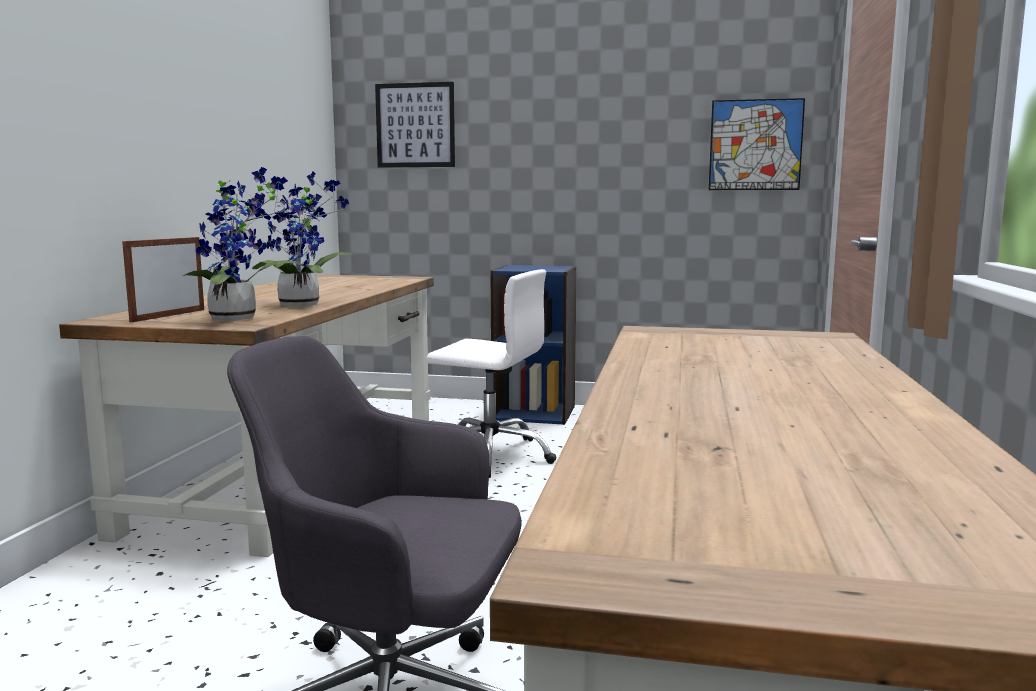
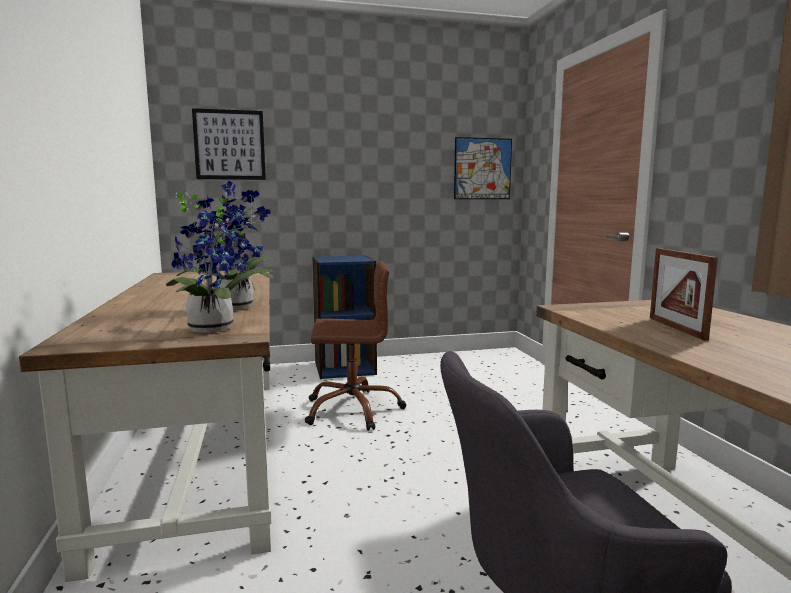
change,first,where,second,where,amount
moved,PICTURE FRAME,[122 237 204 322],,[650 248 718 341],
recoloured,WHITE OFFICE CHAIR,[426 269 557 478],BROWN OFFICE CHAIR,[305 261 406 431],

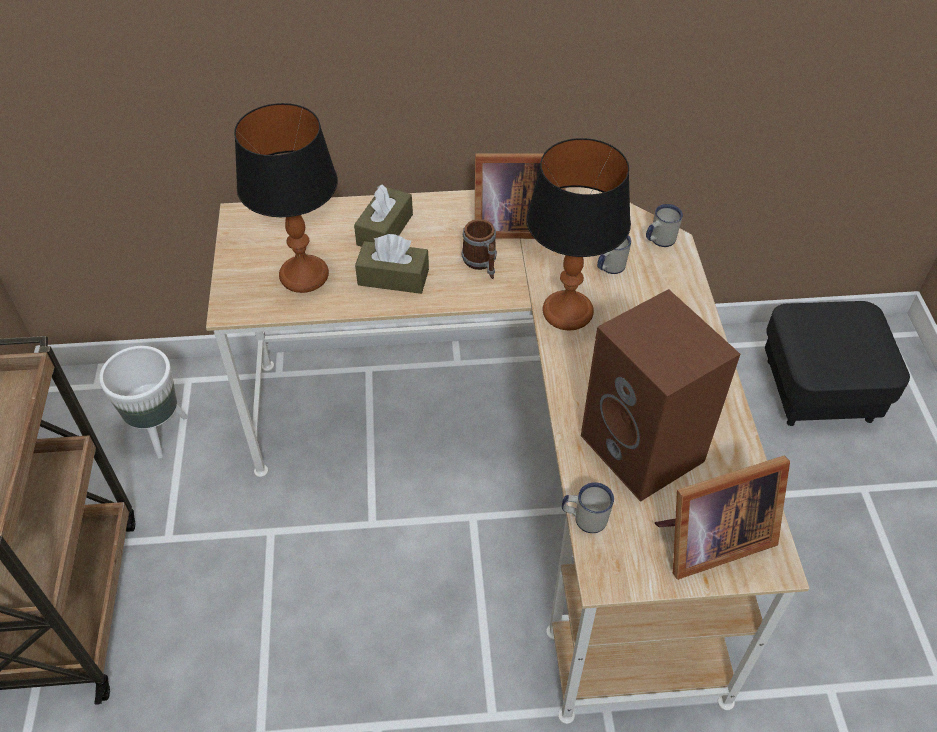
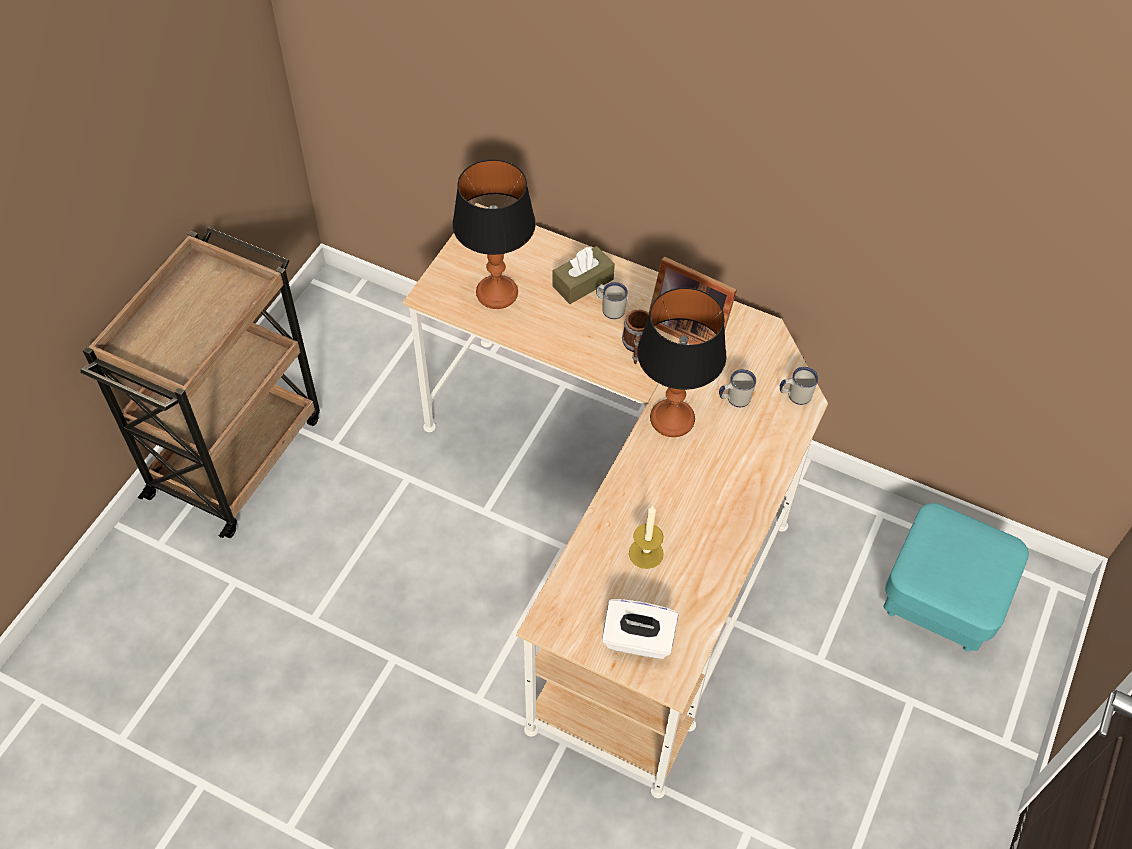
change,first,where,second,where,amount
removed,WHITE PLANTER,[99 346 188 459],,,
removed,BROWN TISSUE BOX,[355 234 429 294],,,
moved,WHITE MUG,[562 482 614 533],,[596 282 628 319],
replaced,BROWN SPEAKER,[581 289 740 502],CANDLE,[629 505 664 569],
replaced,PICTURE FRAME,[655 456 790 580],WHITE TISSUE BOX,[602 599 678 659],
recoloured,BLACK OTTOMAN,[765 301 910 426],TURQUOISE OTTOMAN,[884 503 1029 651],

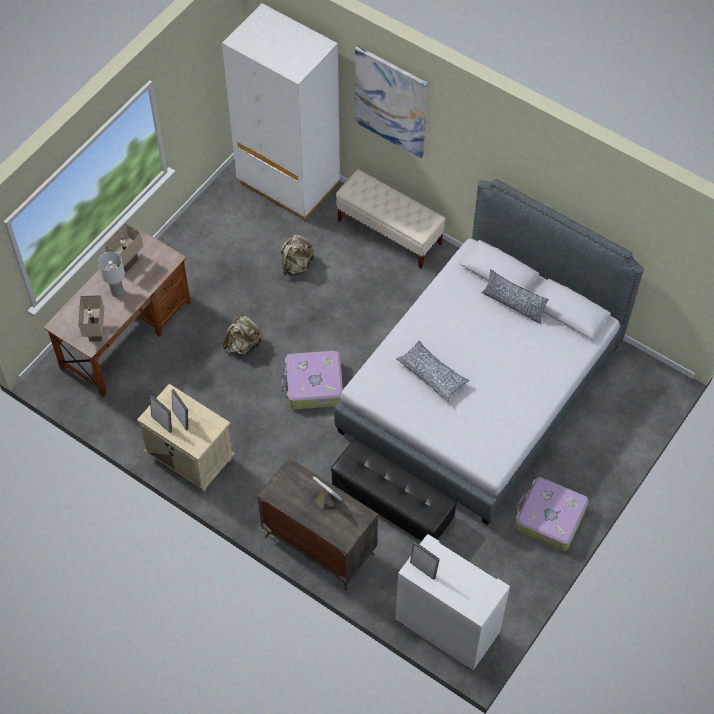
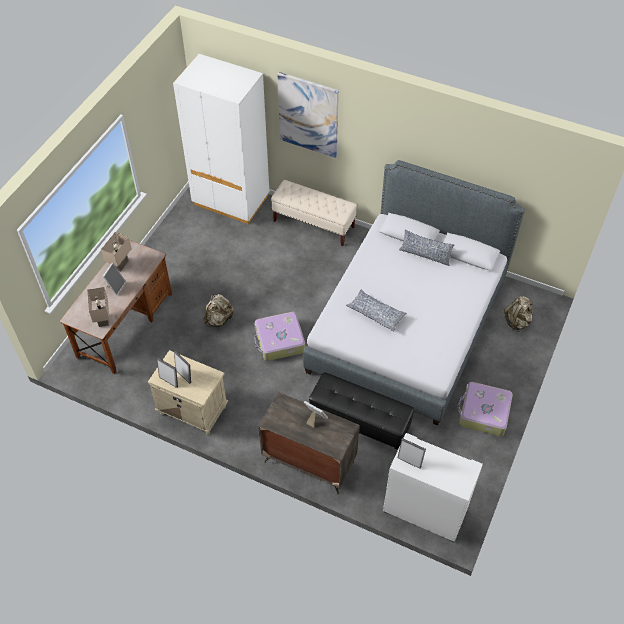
change,first,where,second,where,amount
replaced,WHITE TABLE LAMP,[98 251 125 297],PICTURE FRAME,[102 263 126 296],
moved,BEIGE BACKPACK,[281 235 314 277],,[504 296 533 332],

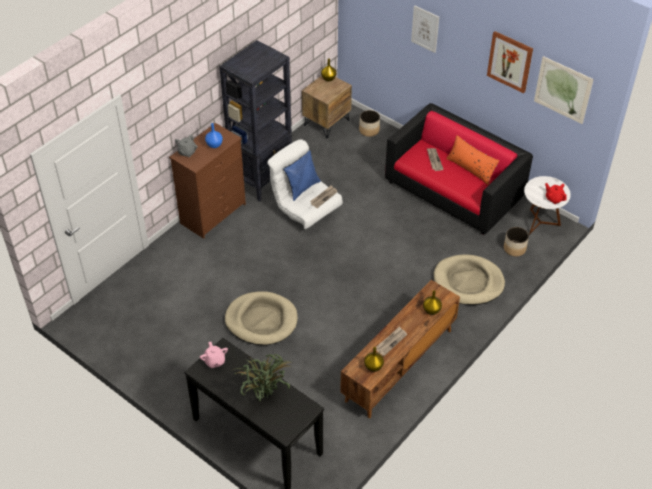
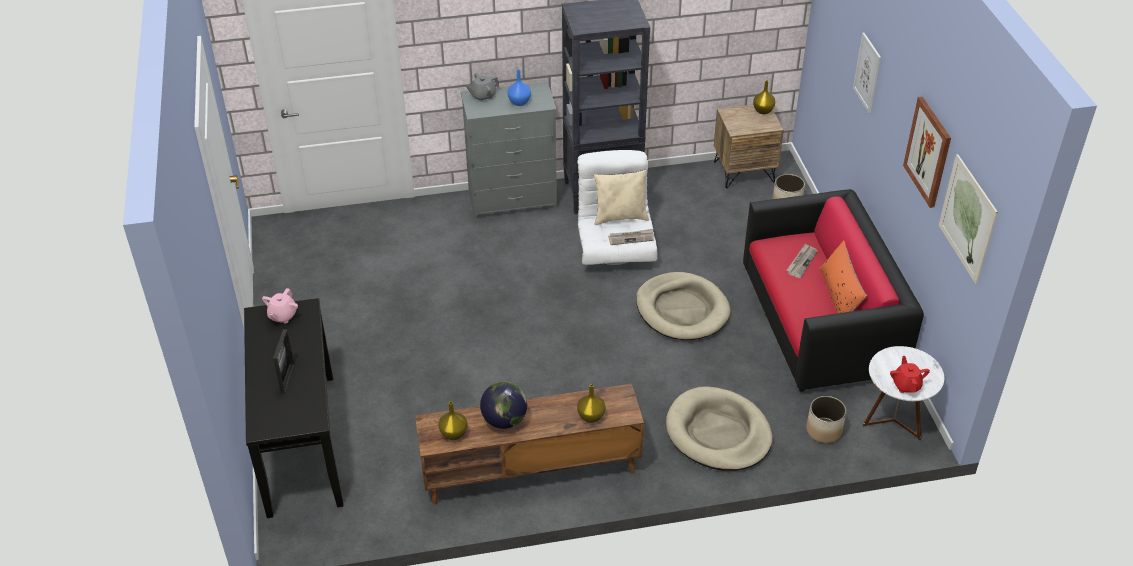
change,first,where,second,where,amount
recoloured,BROWN DRESSER,[169 123 246 239],GREY DRESSER,[461 82 557 220],
moved,BEIGE DOG BED,[225 291 298 345],,[636 272 730 340],
replaced,POTTED PLANT,[233 354 292 401],PICTURE FRAME,[273 329 295 393],
recoloured,BLUE PILLOW,[283 150 321 201],BEIGE PILLOW,[594 170 649 225],
replaced,NEWSPAPER,[376 326 407 356],GLOBE,[480 382 527 429],

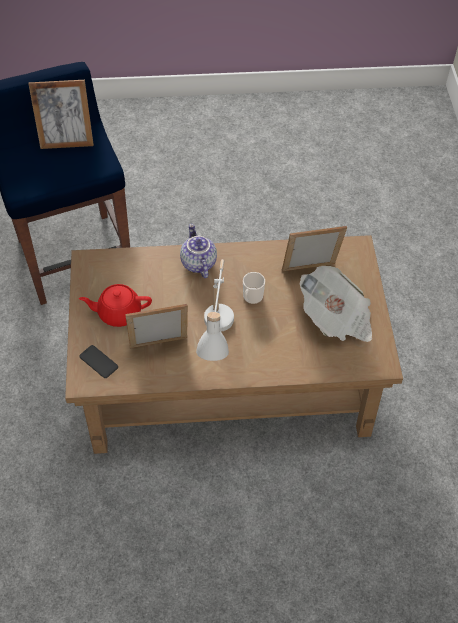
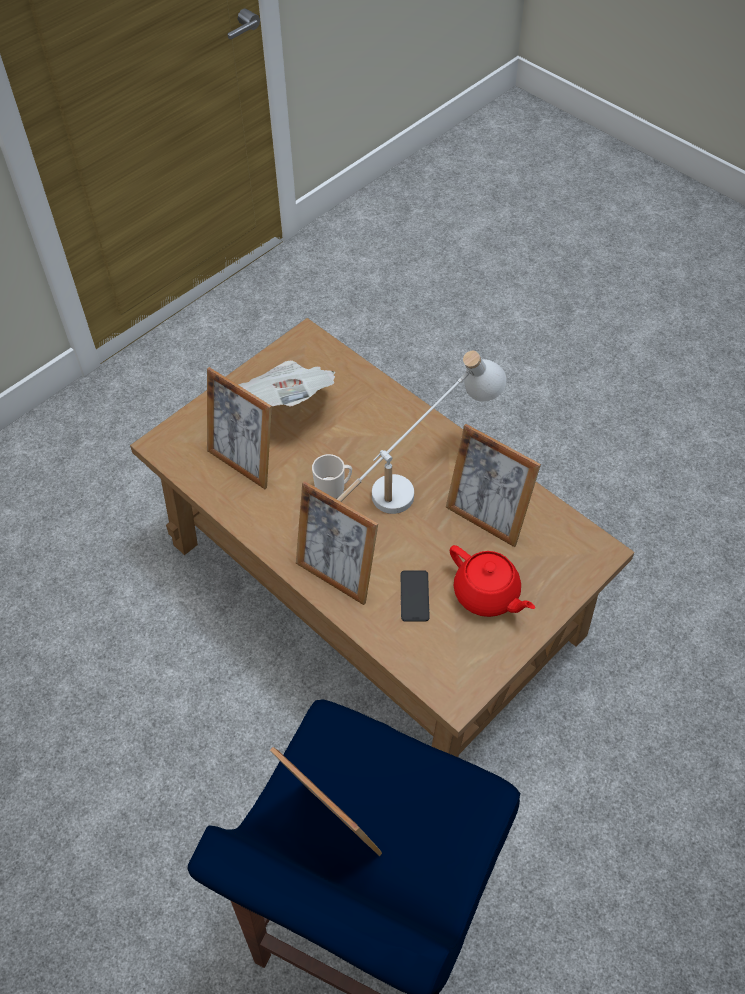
change,first,where,second,where,amount
moved,PHONE,[79 345 118 378],,[401 570 430 622],
replaced,TEAPOT,[180 224 217 278],PICTURE FRAME,[296 481 378 605],

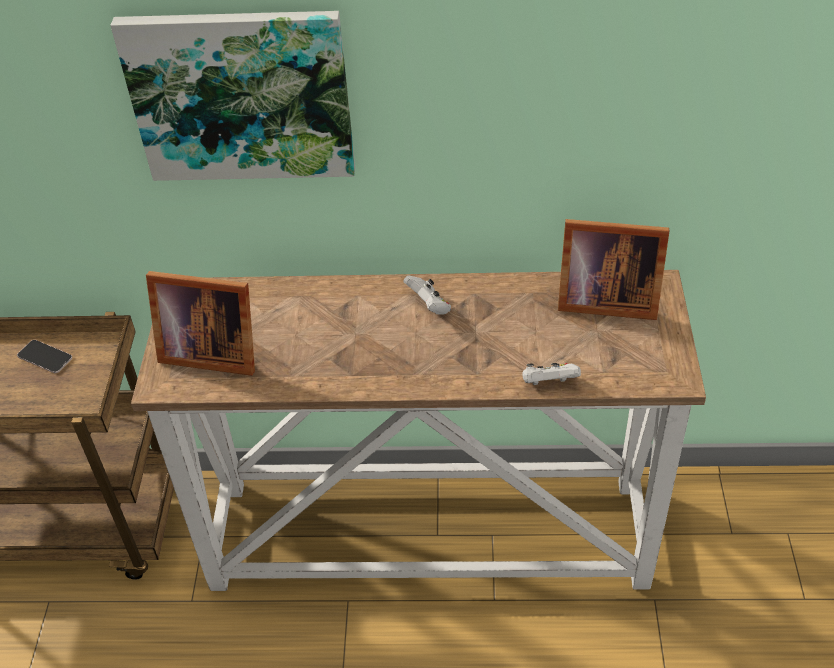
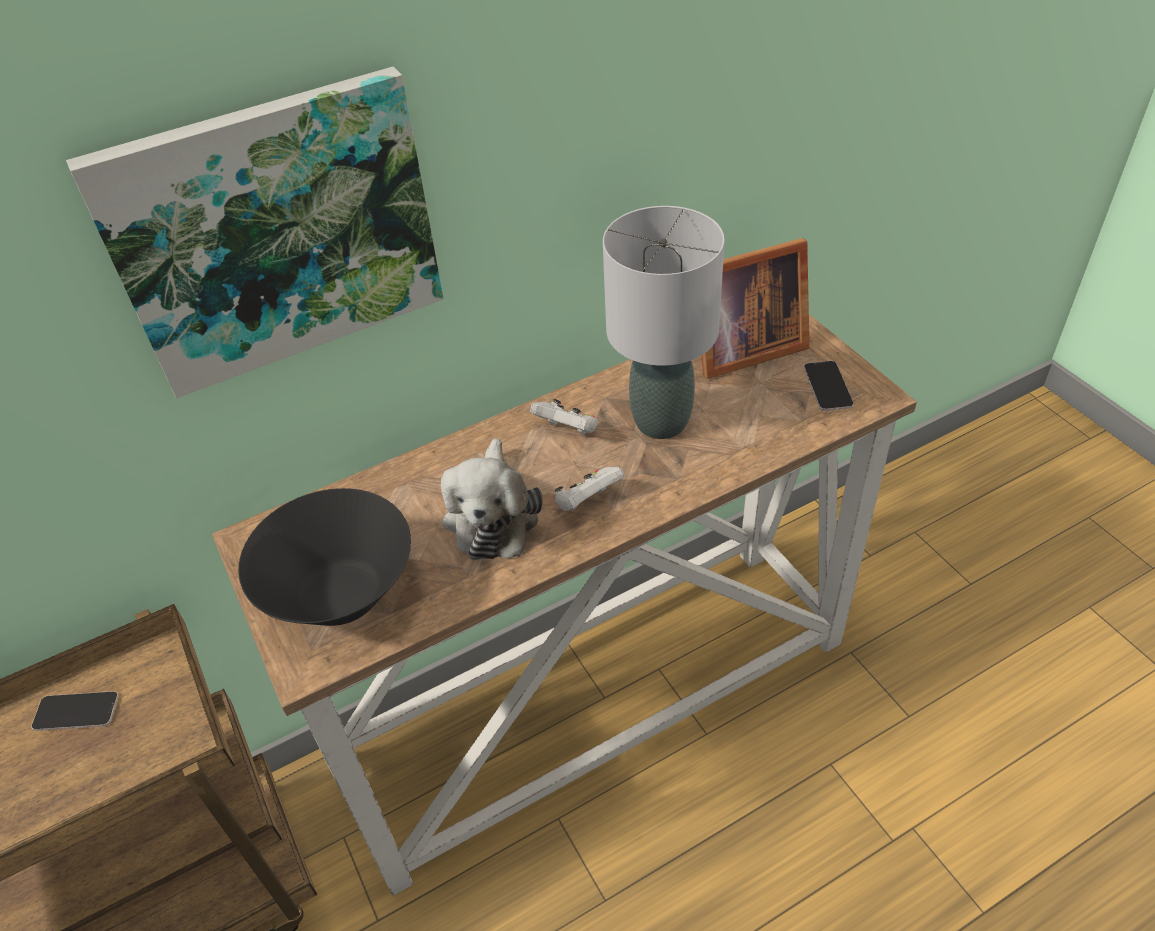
change,first,where,second,where,amount
replaced,PICTURE FRAME,[146 271 255 376],BLACK BOWL,[238 488 411 626],
moved,WHITE GAME CONTROLLER,[522 363 581 385],,[555 467 624 511],
added,,,PLUSH TOY,[441 438 543 560],
added,,,GREY TABLE LAMP,[603 206 725 439],
added,,,PHONE,[804 361 854 411],

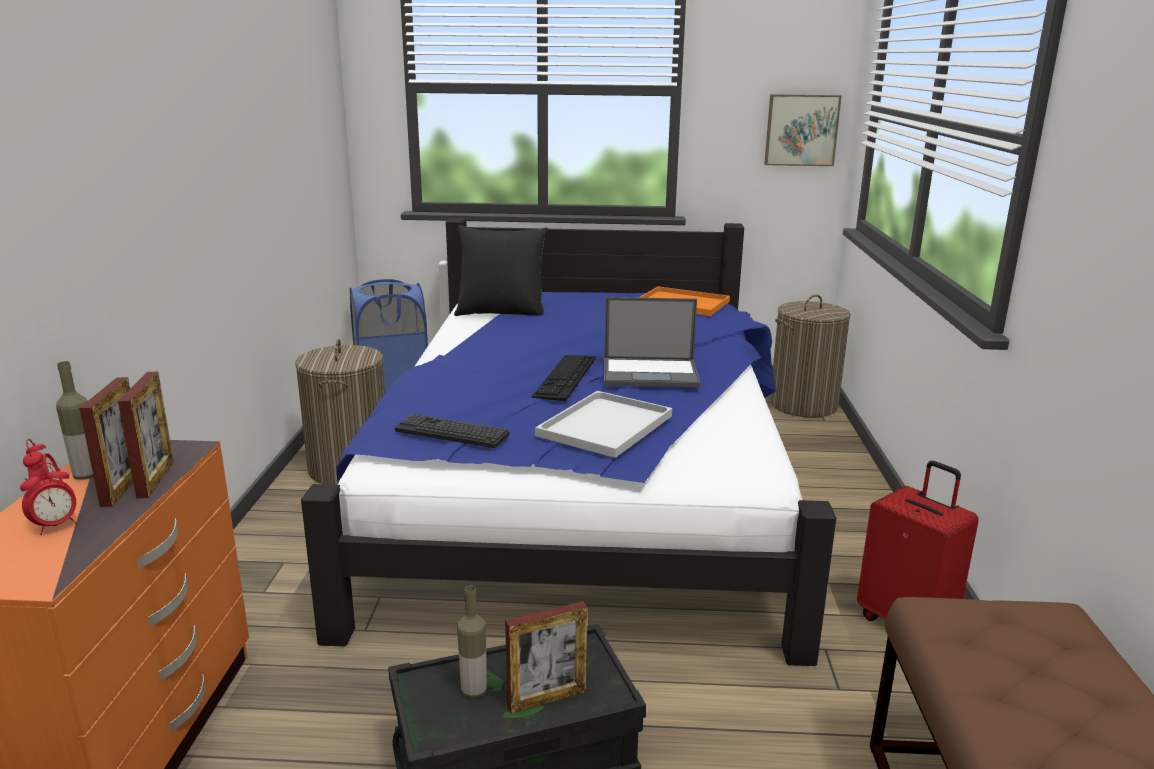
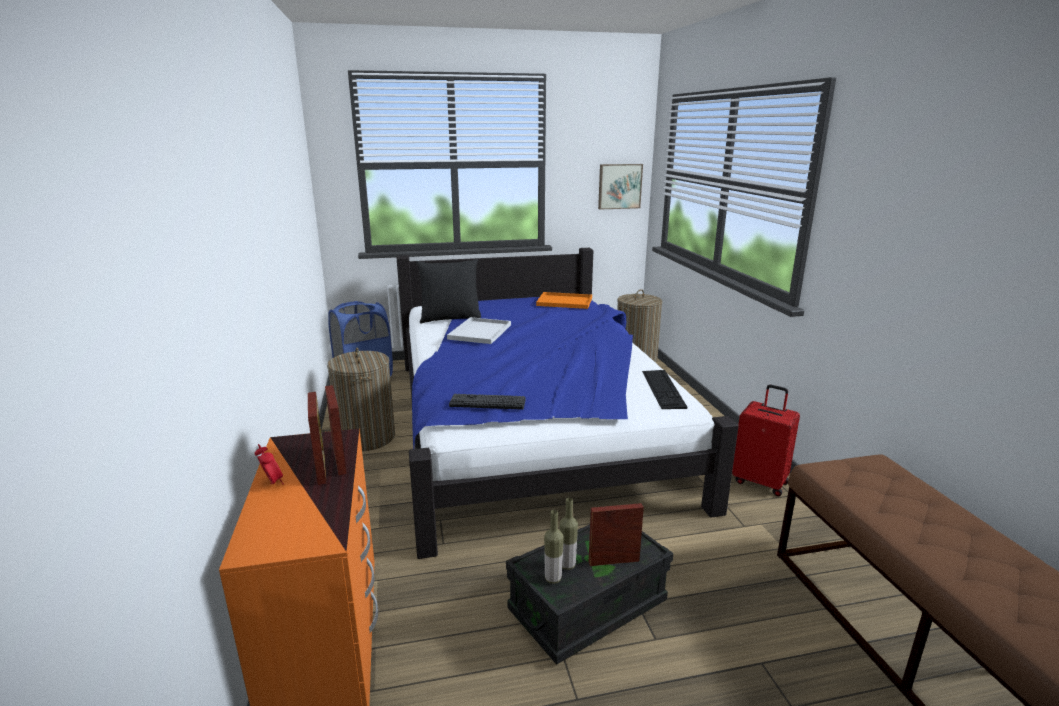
change,first,where,second,where,amount
removed,ALARM CLOCK,[20 462 77 535],,,
moved,BOTTLE,[56 361 94 480],,[544 510 564 584],
turned,PICTURE FRAME,[505 601 588 714],,[589 503 644 566],150 degrees counterclockwise
moved,KEYBOARD,[531 355 596 401],,[642 370 687 409],
moved,WHITE TRAY,[535 391 672 458],,[447 317 511 344],
removed,LAPTOP,[604 297 700 388],,,

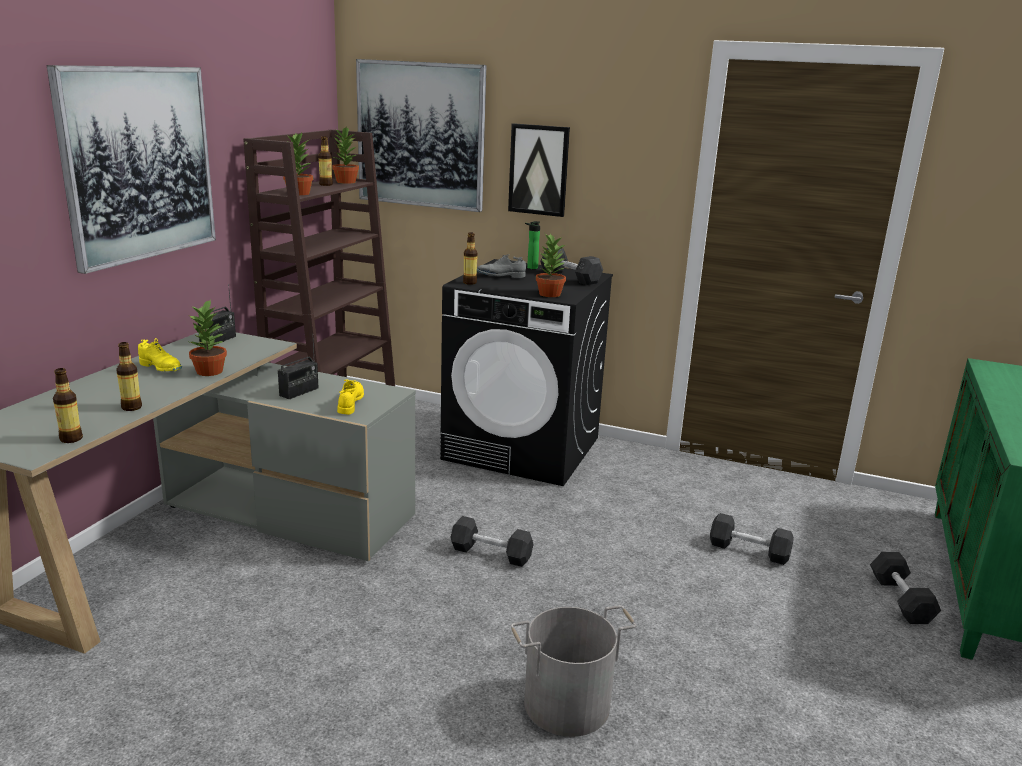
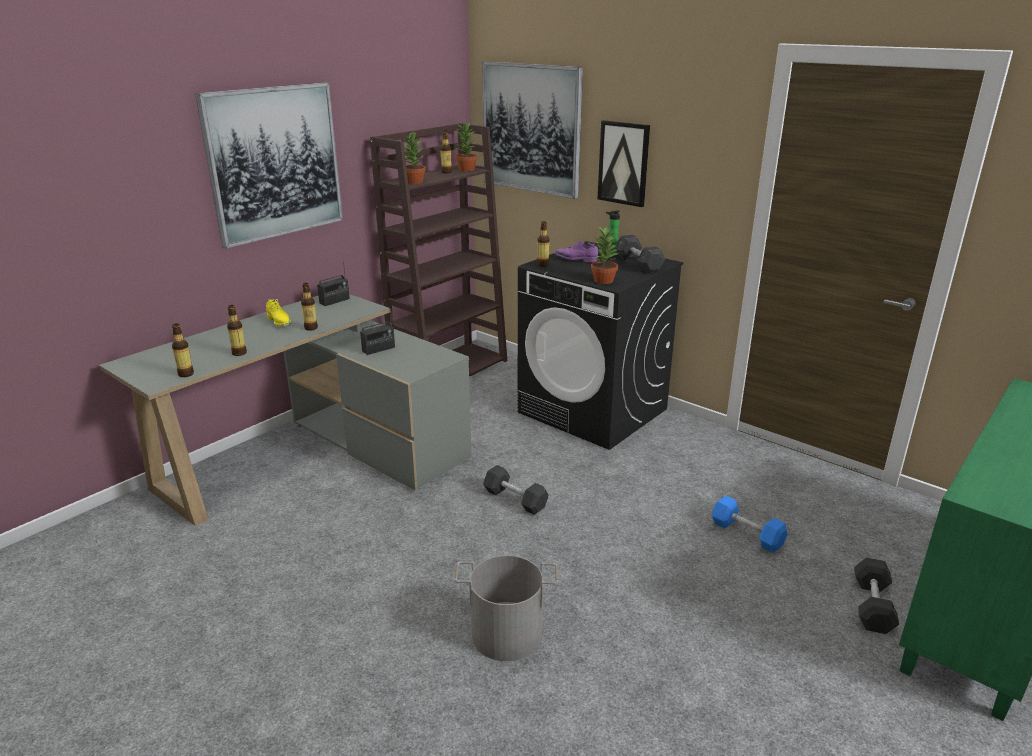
change,first,where,second,where,amount
replaced,POTTED PLANT,[189 298 227 376],BOTTLE,[301 283 318 331],
removed,YELLOW SHOE,[337 380 364 415],,,
recoloured,GREY SHOE,[477 254 526 278],PURPLE SHOE,[554 241 598 262],
recoloured,GREY DUMBBELL,[710 513 794 565],BLUE DUMBBELL,[712 496 788 552],

